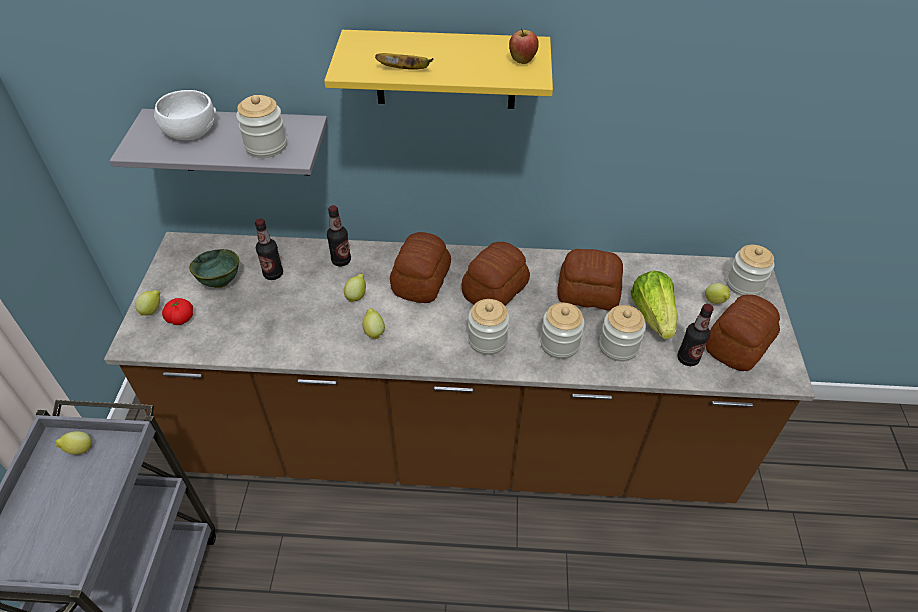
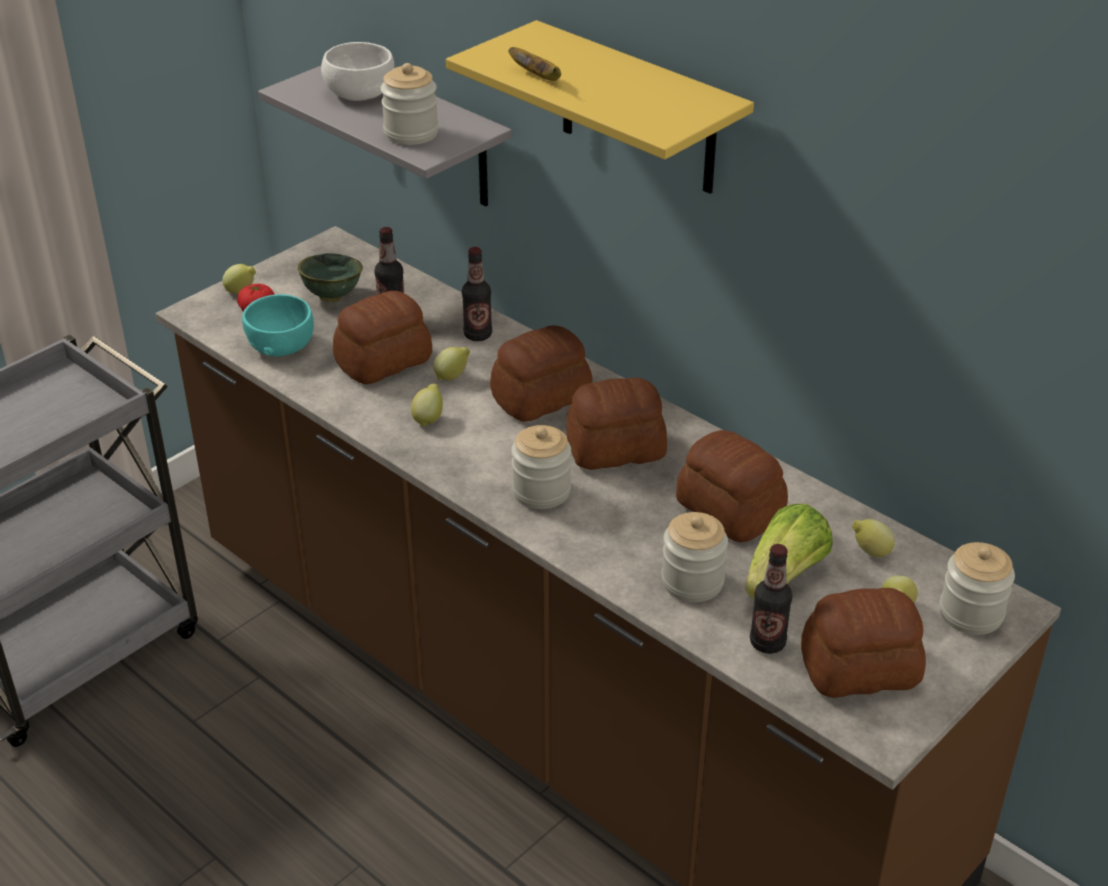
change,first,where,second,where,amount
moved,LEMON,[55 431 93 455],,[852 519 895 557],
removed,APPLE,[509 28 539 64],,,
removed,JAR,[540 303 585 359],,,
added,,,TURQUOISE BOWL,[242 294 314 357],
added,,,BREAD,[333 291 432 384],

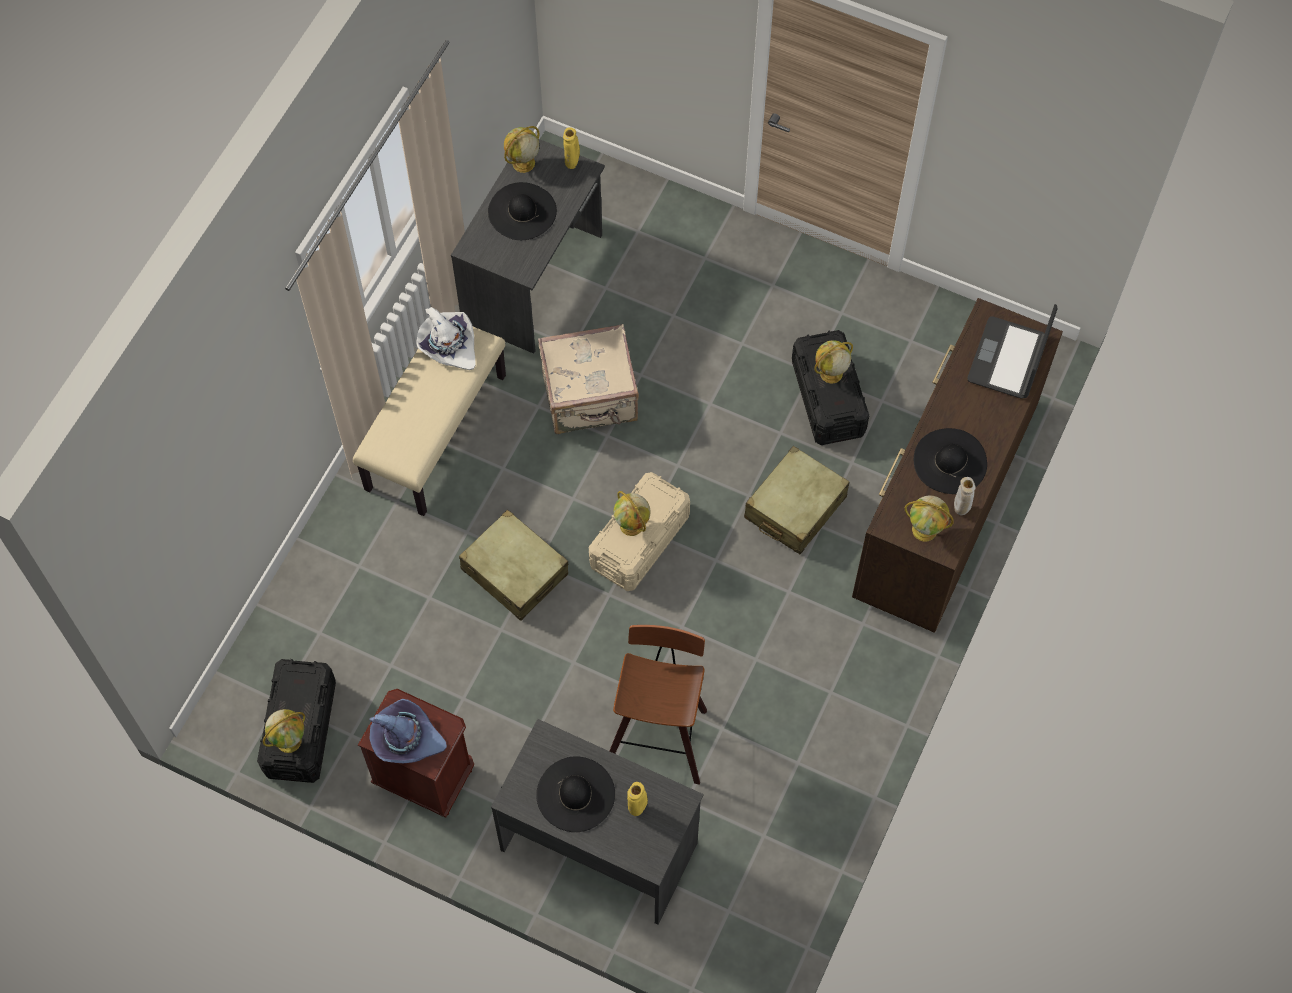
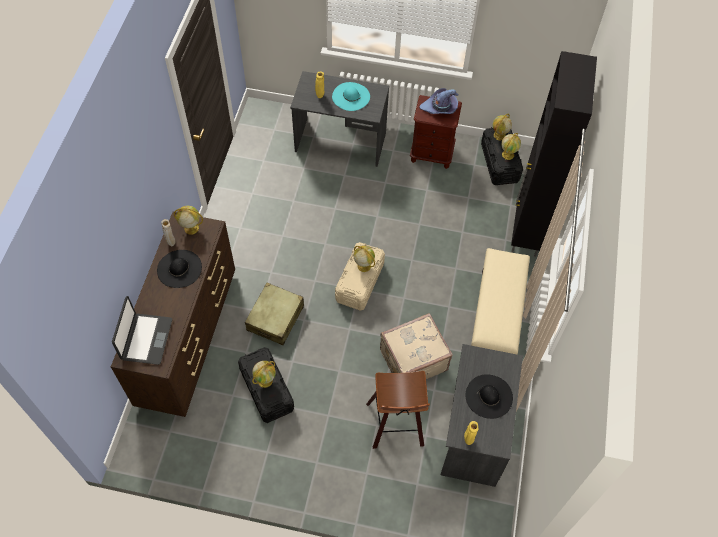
change,first,where,second,where,amount
removed,WHITE HAT,[416 307 476 370],,,
removed,BEIGE SUITCASE,[459 510 568 621],,,
moved,GLOBE,[504 126 540 173],,[501 133 521 160],
recoloured,BLACK HAT,[536 756 615 832],TURQUOISE HAT,[332 82 370 111],
moved,STOOL,[610 625 707 785],,[366 371 430 449],
added,,,BLACK CABINET,[511 51 597 257],

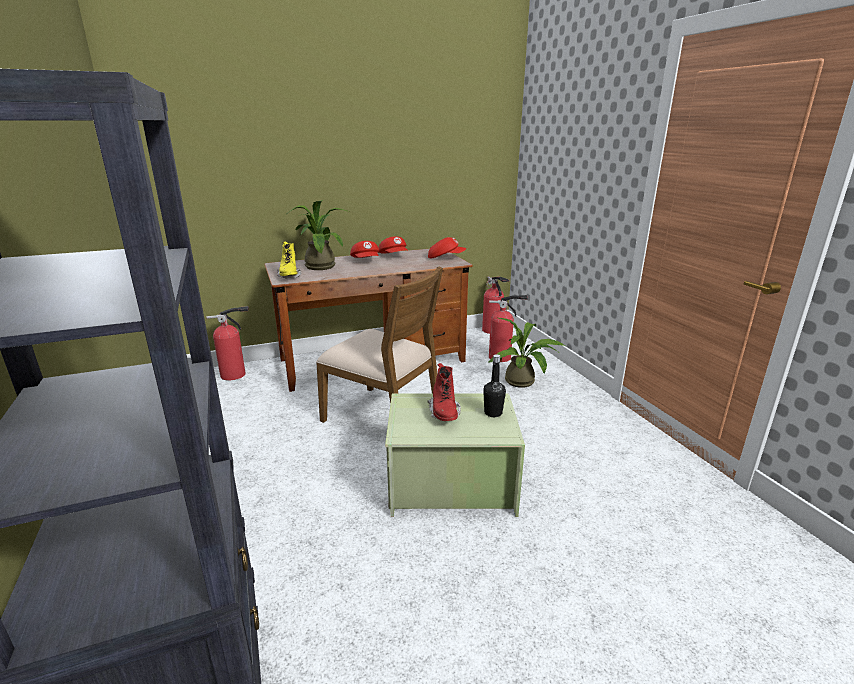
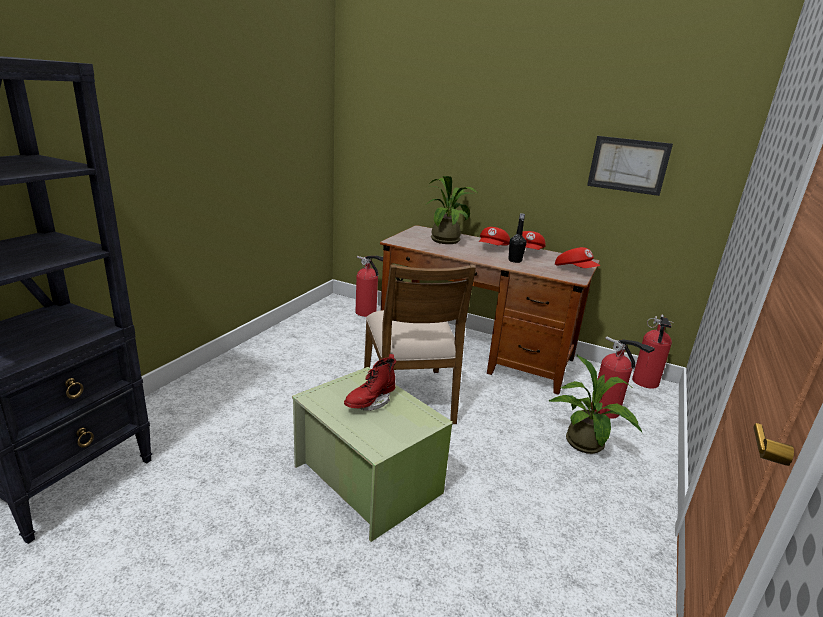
change,first,where,second,where,amount
removed,YELLOW BOOT,[277 242 301 278],,,
moved,BLACK BOTTLE,[483 354 506 417],,[508 213 527 263],
added,,,PICTURE,[587 136 673 196],

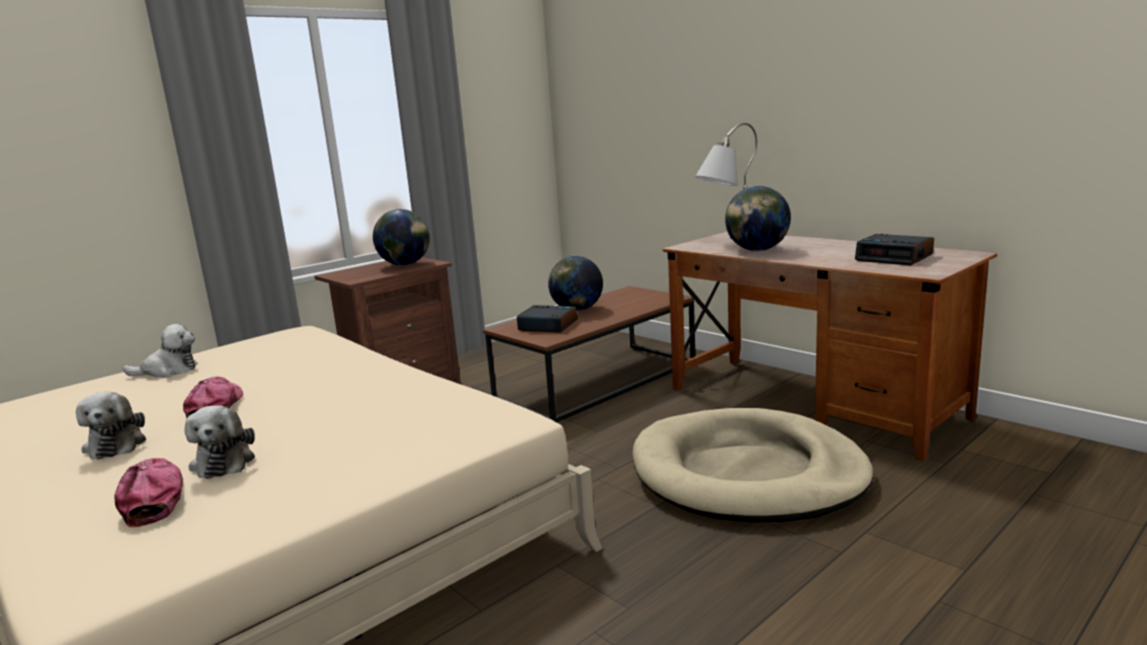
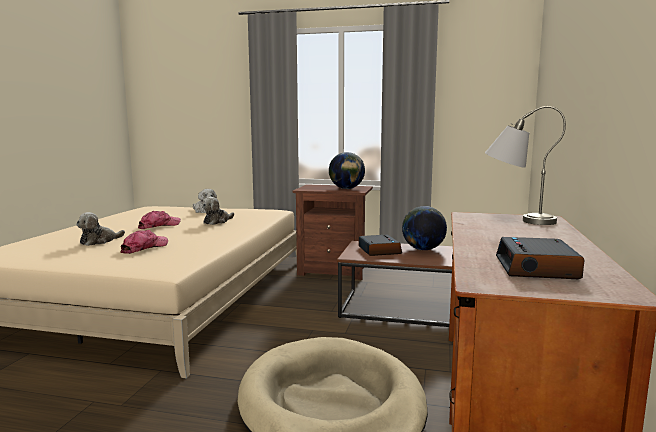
change,first,where,second,where,amount
moved,PLUSH TOY,[76 392 146 459],,[202 197 234 225],
moved,CAP,[114 458 183 527],,[120 230 168 254],
removed,GLOBE,[725 186 791 251],,,

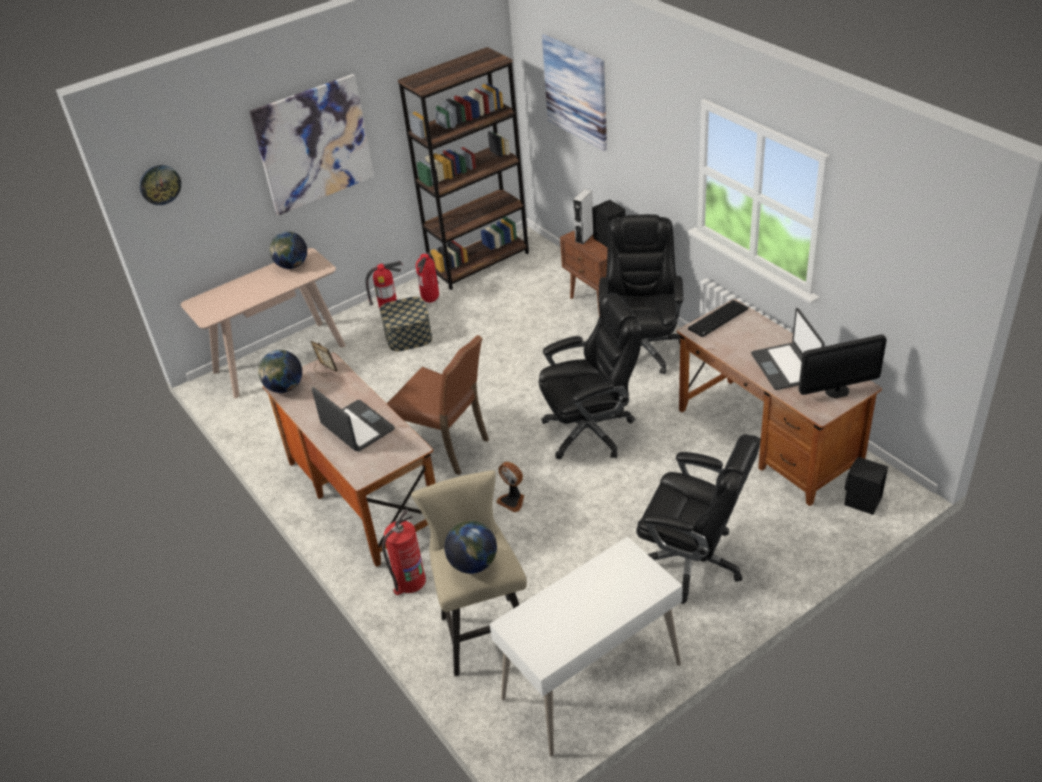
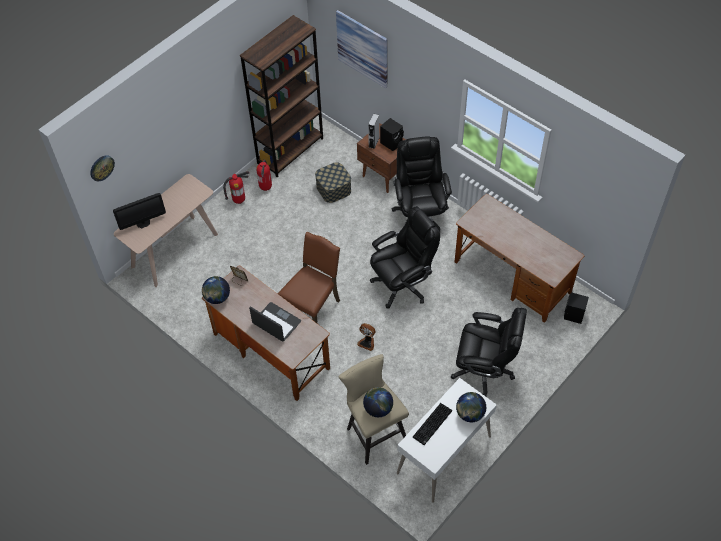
change,first,where,second,where,amount
removed,PICTURE,[249 74 374 215],,,
moved,GLOBE,[270 232 307 269],,[456 392 486 422],
moved,STORAGE BOX,[380 297 432 352],,[315 162 351 203],
removed,FIRE EXTINGUISHER,[382 509 426 595],,,
turned,BROWN CHAIR,[387 335 489 475],,[278 232 340 324],75 degrees counterclockwise
moved,KEYBOARD,[688 300 748 337],,[413 403 452 445],
removed,LAPTOP,[751 308 825 390],,,
moved,MONITOR,[799 335 887 398],,[113 193 166 230],

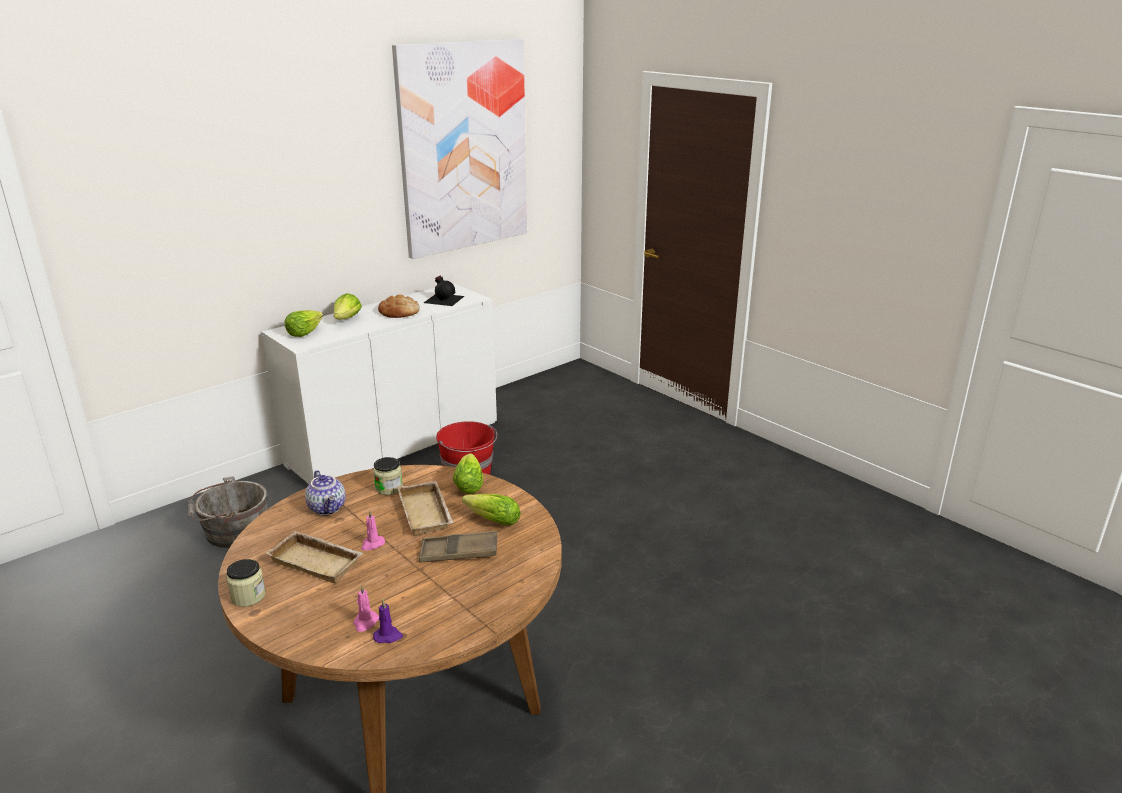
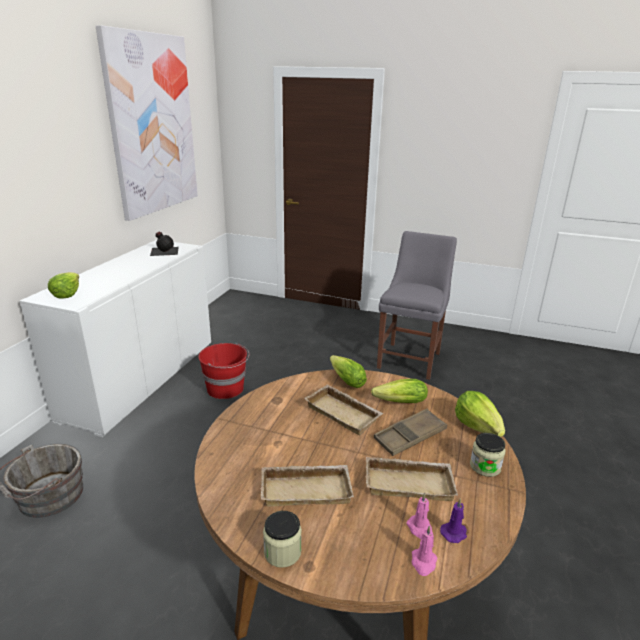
change,first,where,second,where,amount
removed,TEAPOT,[305 470 346 515],,,
moved,LETTUCE,[334 293 362 320],,[455 391 505 437],
moved,PINK CANDLE,[361 510 385 551],,[412 525 437 576],
moved,JAR,[373 457 403 495],,[470 433 506 477],
removed,BREAD,[378 295 420 318],,,
added,,,BEIGE TRAY,[365 457 458 501],
added,,,GREY CHAIR,[377 231 457 380],

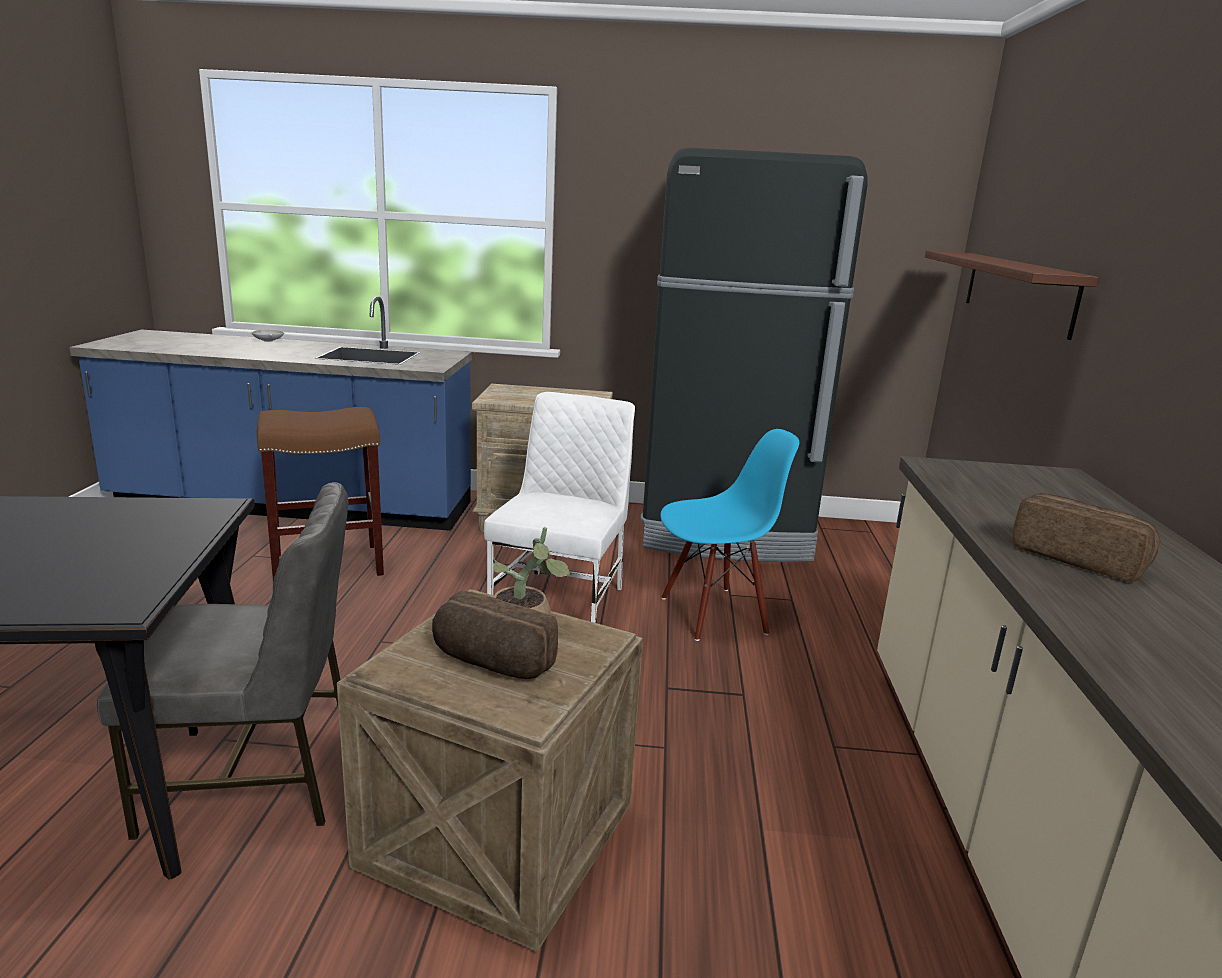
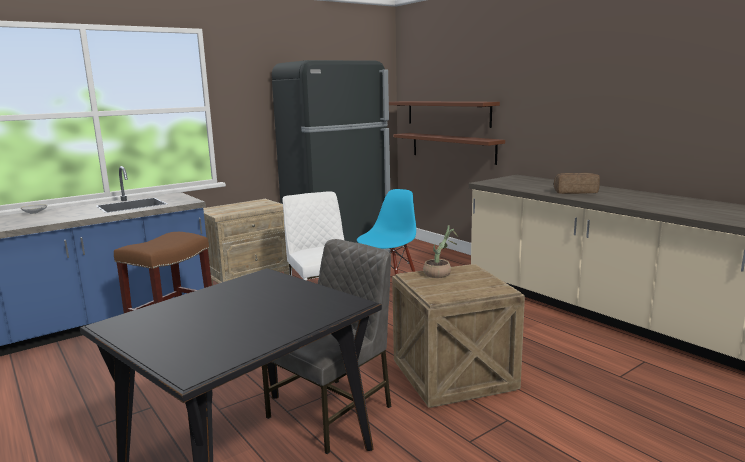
change,first,where,second,where,amount
removed,BREAD,[432 591 558 679],,,
added,,,BROWN SHELF,[393 133 505 165],

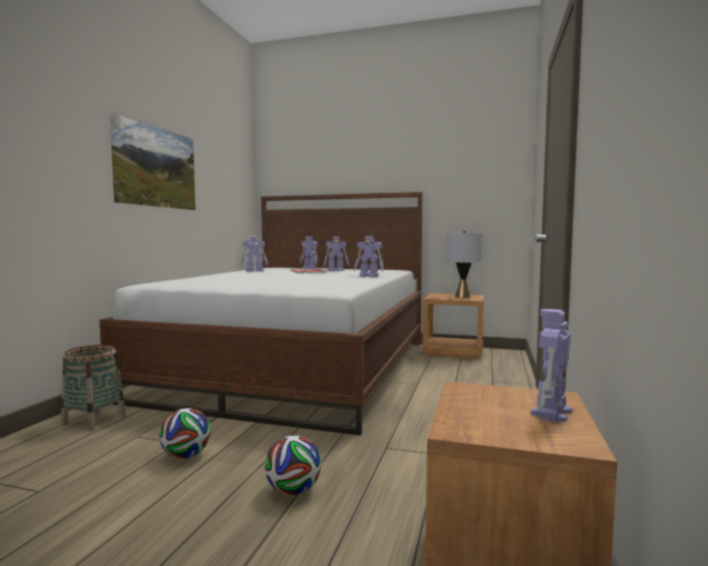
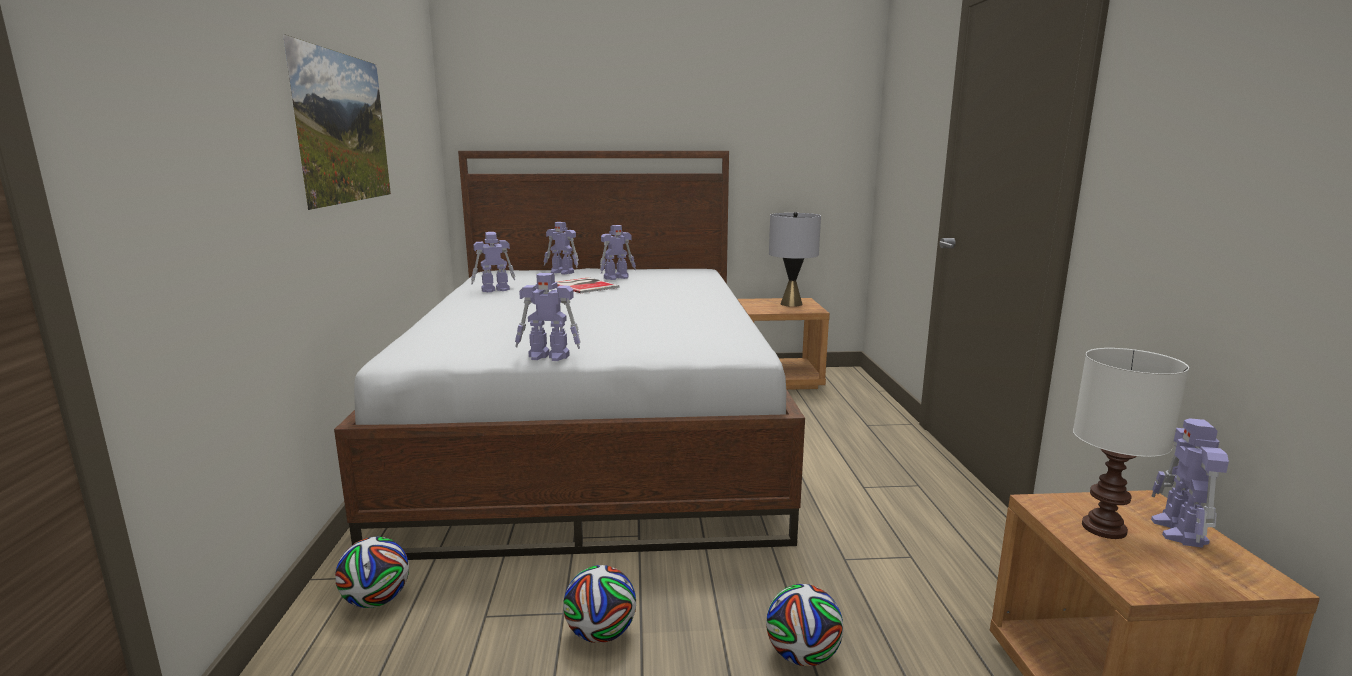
change,first,where,second,where,amount
replaced,BASKET,[61 345 126 431],FOOTBALL,[335 537 409 608],
moved,TOY ROBOT,[354 236 384 277],,[515 273 581 361],
added,,,WHITE TABLE LAMP,[1073 348 1189 539],

